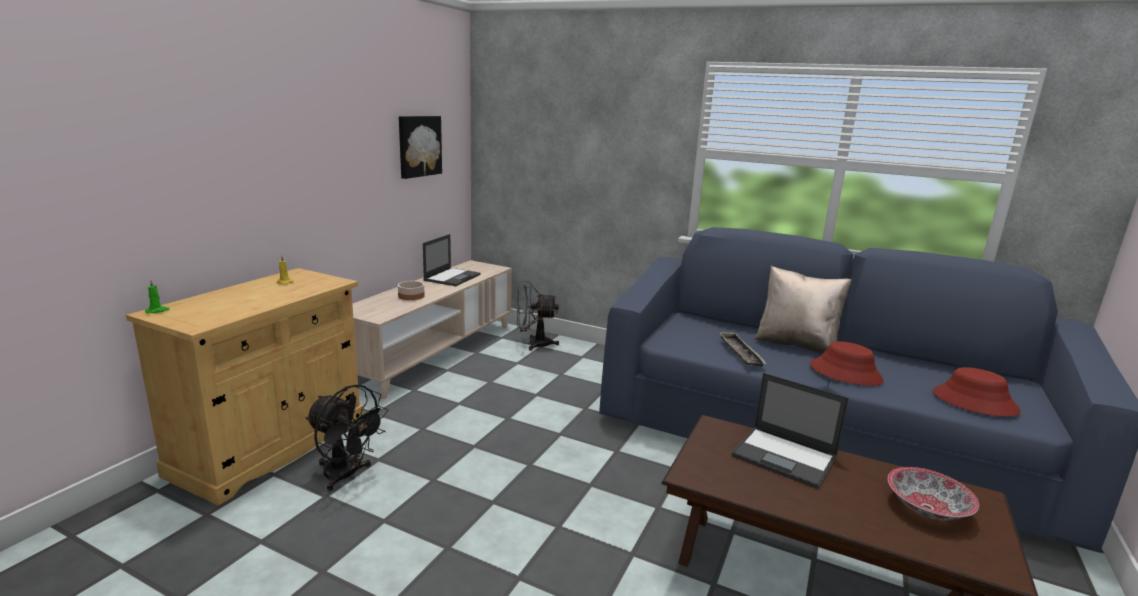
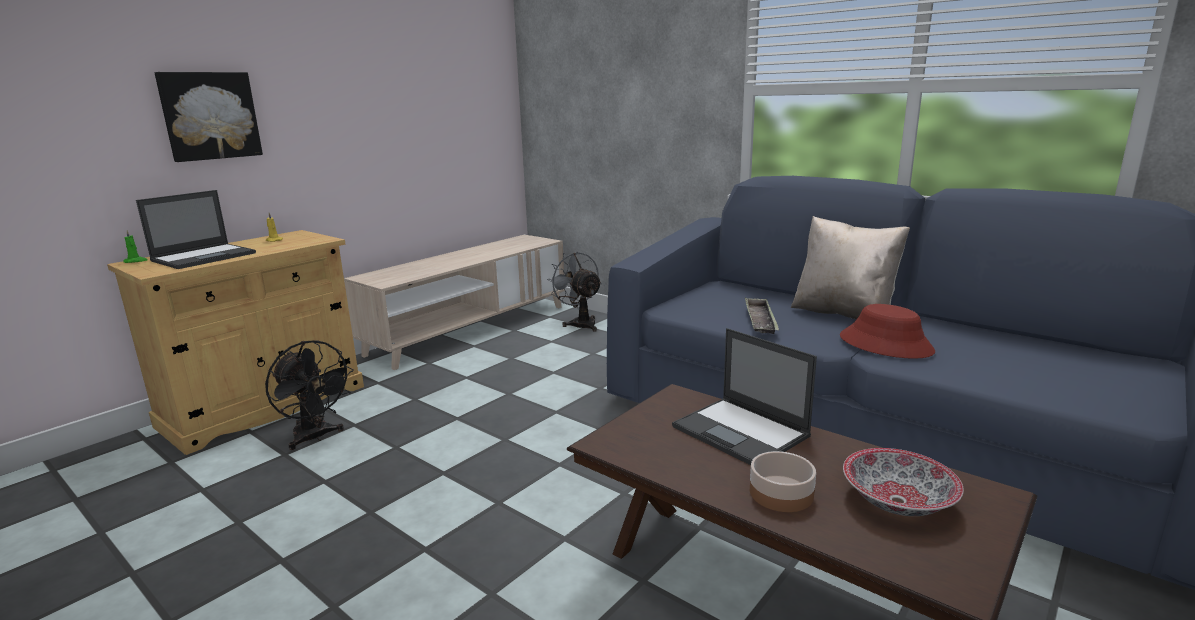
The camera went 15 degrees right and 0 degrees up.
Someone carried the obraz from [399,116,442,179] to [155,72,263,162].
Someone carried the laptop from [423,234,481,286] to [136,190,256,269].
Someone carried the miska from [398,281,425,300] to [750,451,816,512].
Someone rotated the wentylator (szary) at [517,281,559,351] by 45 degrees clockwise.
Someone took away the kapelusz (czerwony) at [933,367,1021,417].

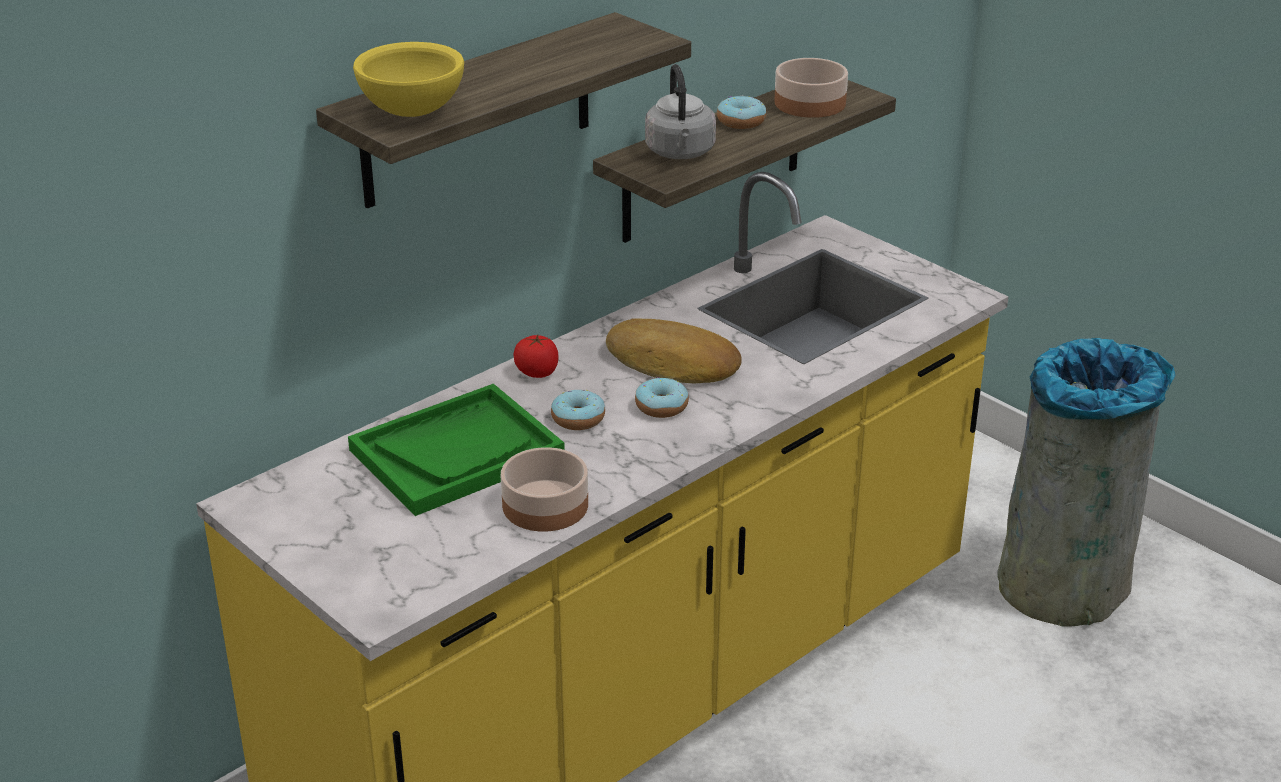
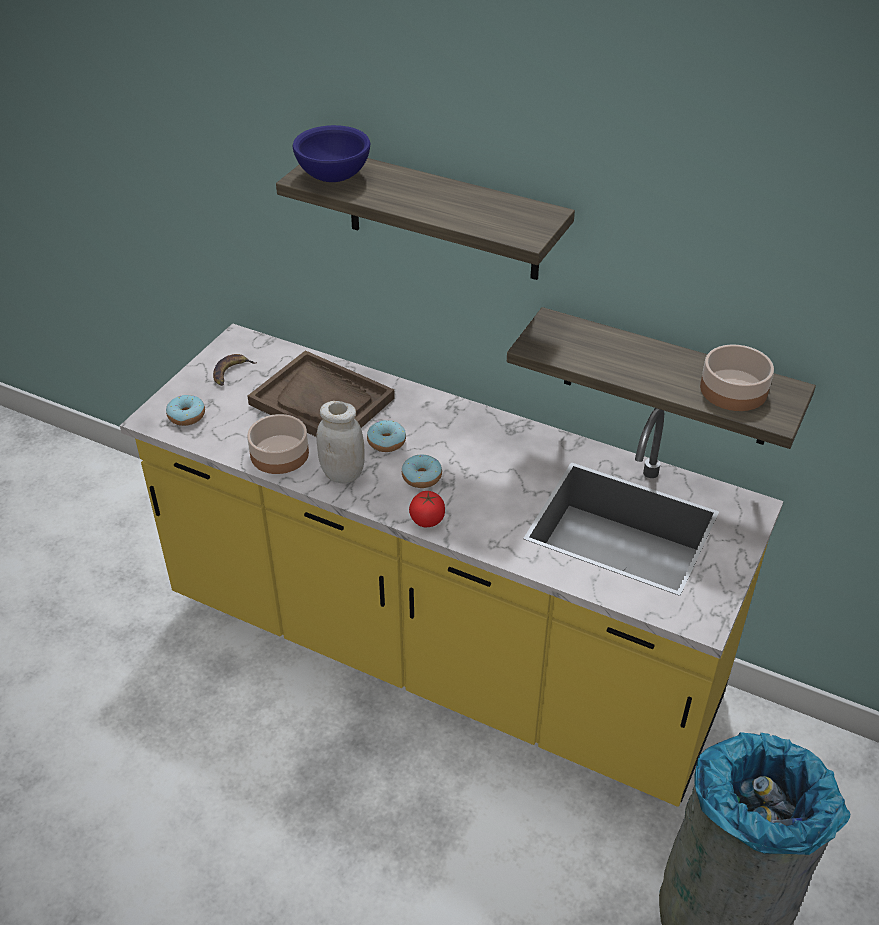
The camera went 70 degrees right and 10 degrees up.
Someone repainted the miska (żółty) at [353,42,464,117], which became the miska (niebieski) at [293,125,370,182].
Someone took away the czajnik (szary) at [645,64,716,159].
Someone carried the donut from [717,95,766,129] to [166,395,205,426].
Someone took away the chleb at [606,318,742,383].
Someone carried the pomidor from [513,335,559,378] to [409,491,445,527].
Someone repainted the taca (zielony) at [348,384,565,516], which became the taca (brązowy) at [248,350,395,437].
Someone put down the banan at [213,354,257,386].
Someone put down the słoik (biały) at [316,401,365,484].

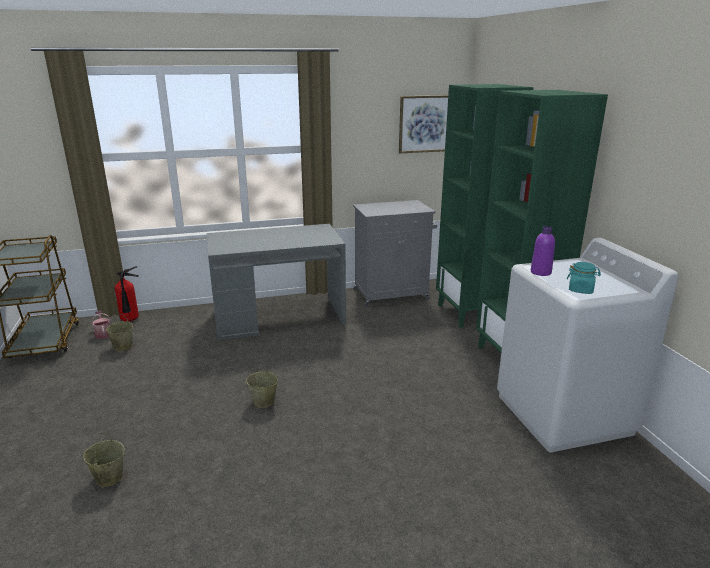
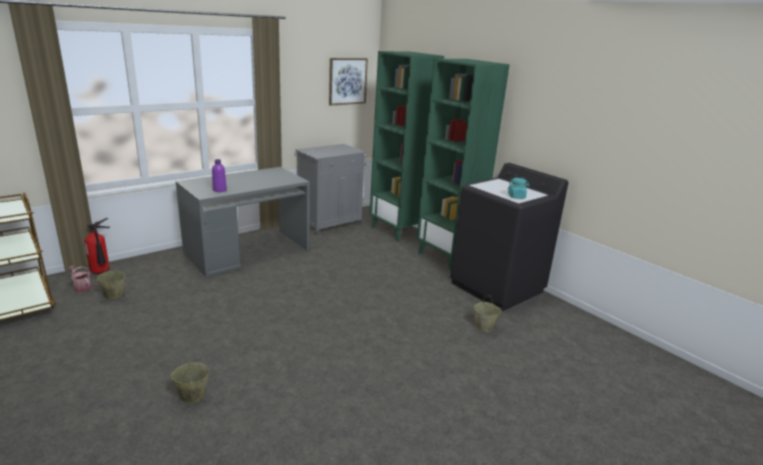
The camera went 25 degrees left and 0 degrees up.
Someone carried the butelka (fioletowy) from [531,226,555,276] to [212,159,227,192].
Someone repainted the pralka (biały) at [497,238,679,452], which became the pralka (czarny) at [450,163,568,311].
Someone carried the wiadro (beżowy) from [246,363,278,408] to [474,295,501,332].

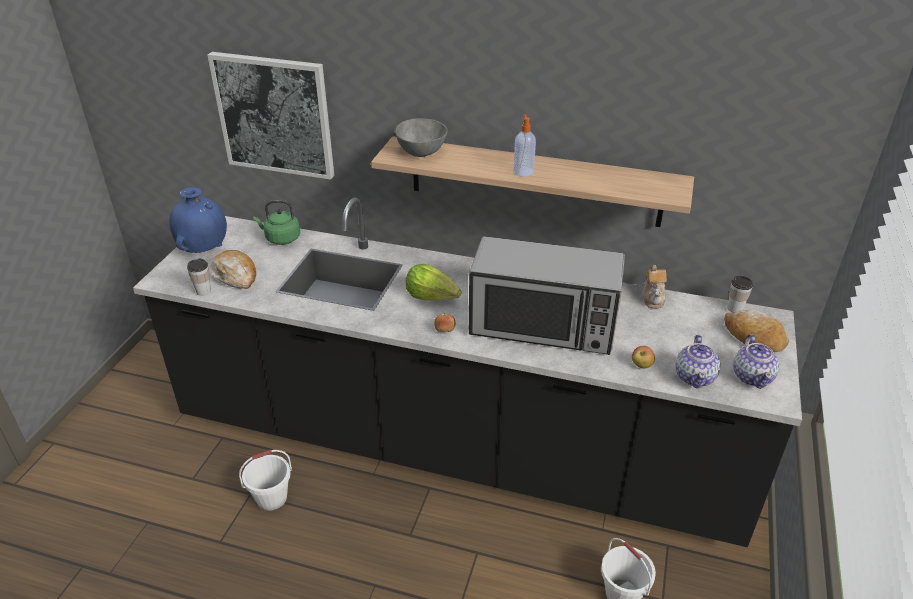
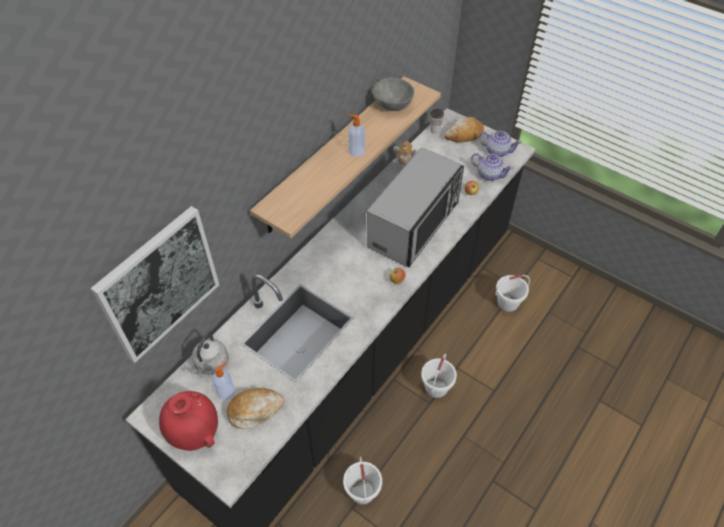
The camera went 70 degrees left and 15 degrees up.
Someone carried the miska (szary) from [395,118,448,157] to [373,78,414,111].
Someone repainted the wazon (niebieski) at [169,187,227,253], which became the wazon (czerwony) at [159,391,218,451].
Someone repainted the czajnik (zielony) at [253,200,300,245], which became the czajnik (szary) at [191,332,228,375].
Someone took away the filiżanka at [187,259,211,296].
Someone took away the sałata at [406,264,462,301].
Someone put down the wiadro (biały) at [421,353,457,398].
Someone put down the dozownik mydła at [213,362,235,400].

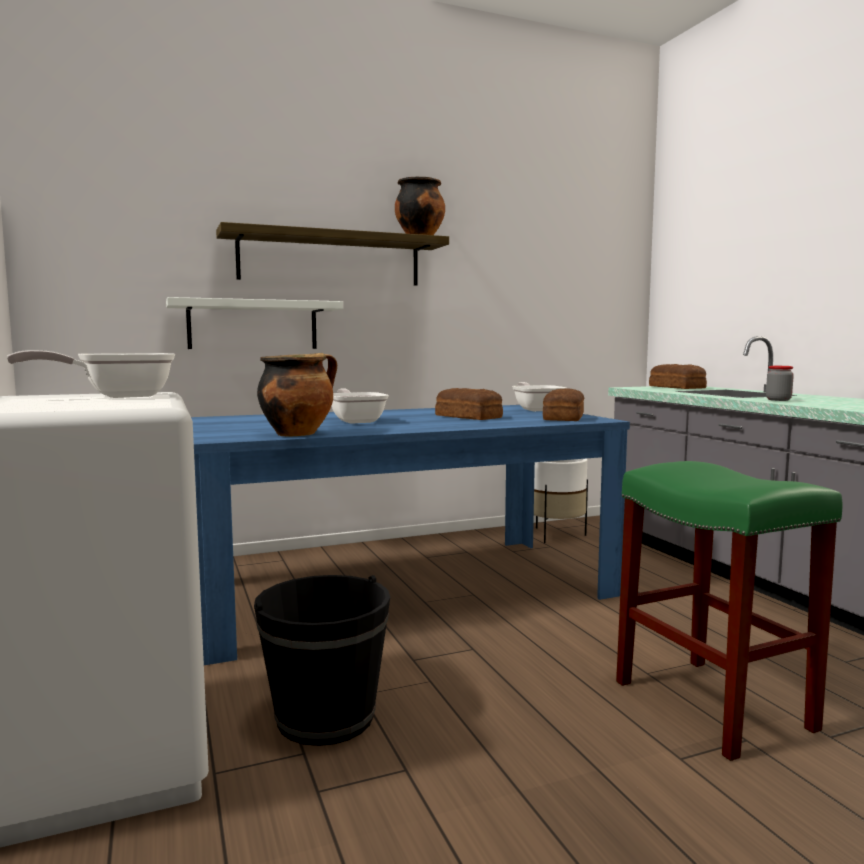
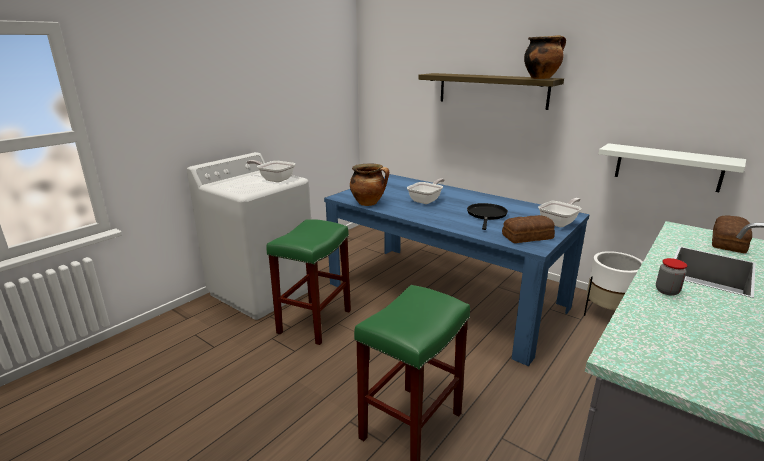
The camera went 60 degrees right and 15 degrees up.
Someone carried the półka (biały) from [166,297,343,349] to [599,143,746,192].
Someone swapped the chleb at [435,388,503,420] for the patelnia (czarny) at [467,203,508,230].
Someone swapped the wiadro (czarny) at [254,575,390,746] for the stołek (zielony) at [266,219,351,345].

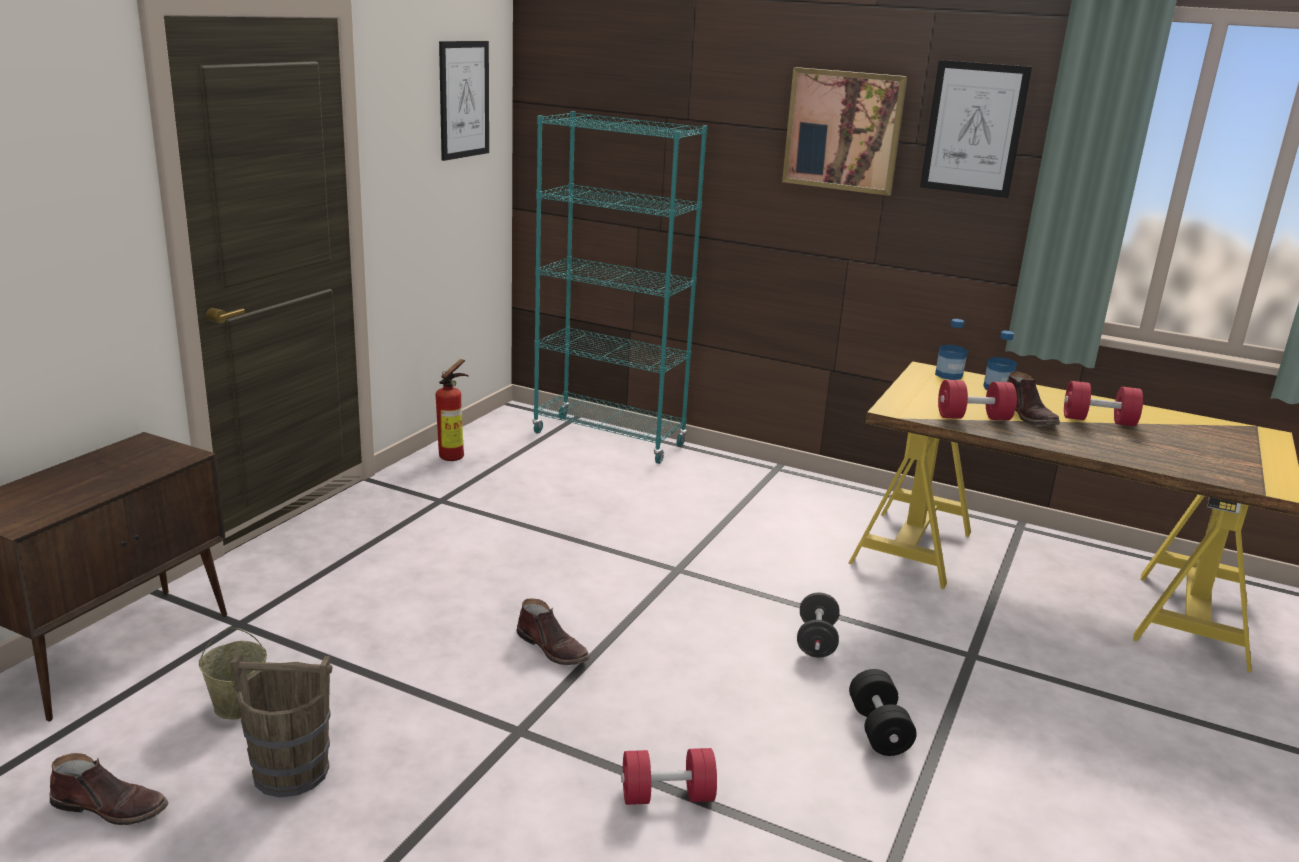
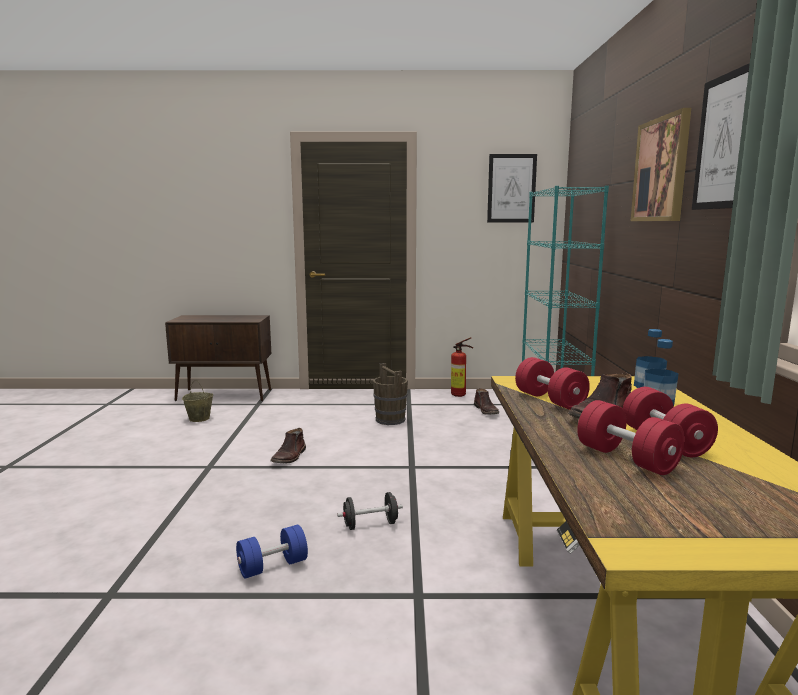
The camera went 65 degrees right and 10 degrees down.
Someone carried the wiadro (brązowy) from [230,652,332,797] to [373,363,408,425].
Someone repainted the hantel (czarny) at [849,669,917,756], which became the hantel (niebieski) at [236,525,308,579].
Someone carried the hantel (czerwony) from [621,748,717,805] to [577,400,685,475].
Someone carried the but z cholewką (brązowy) from [49,753,168,825] to [474,388,499,415].

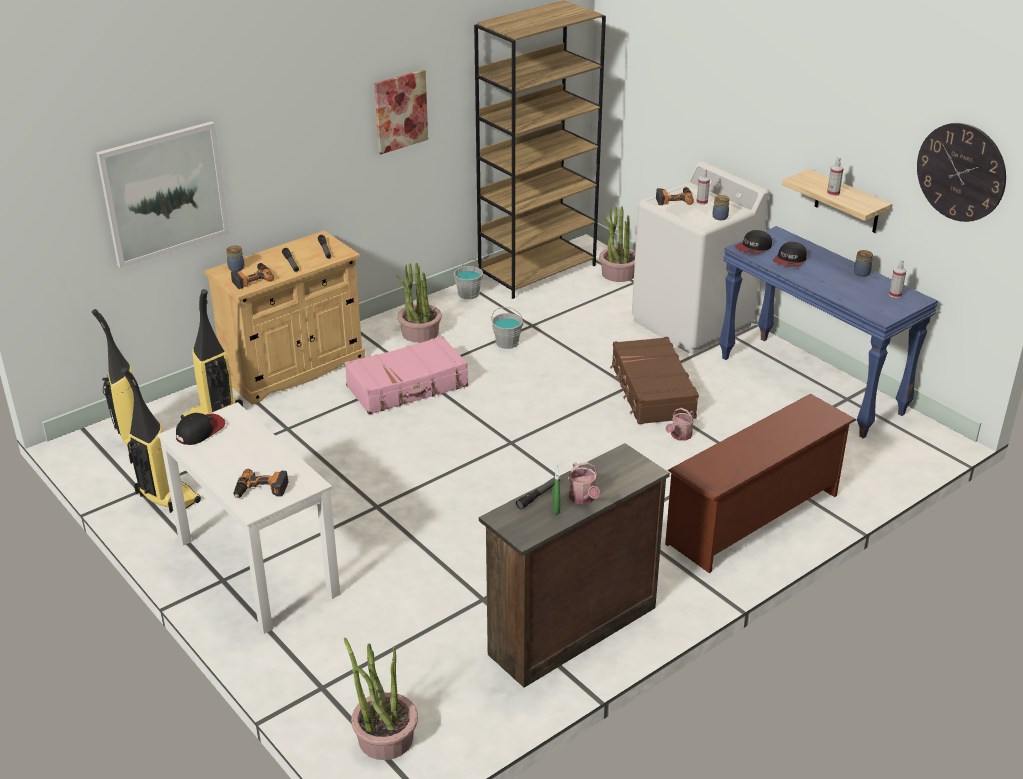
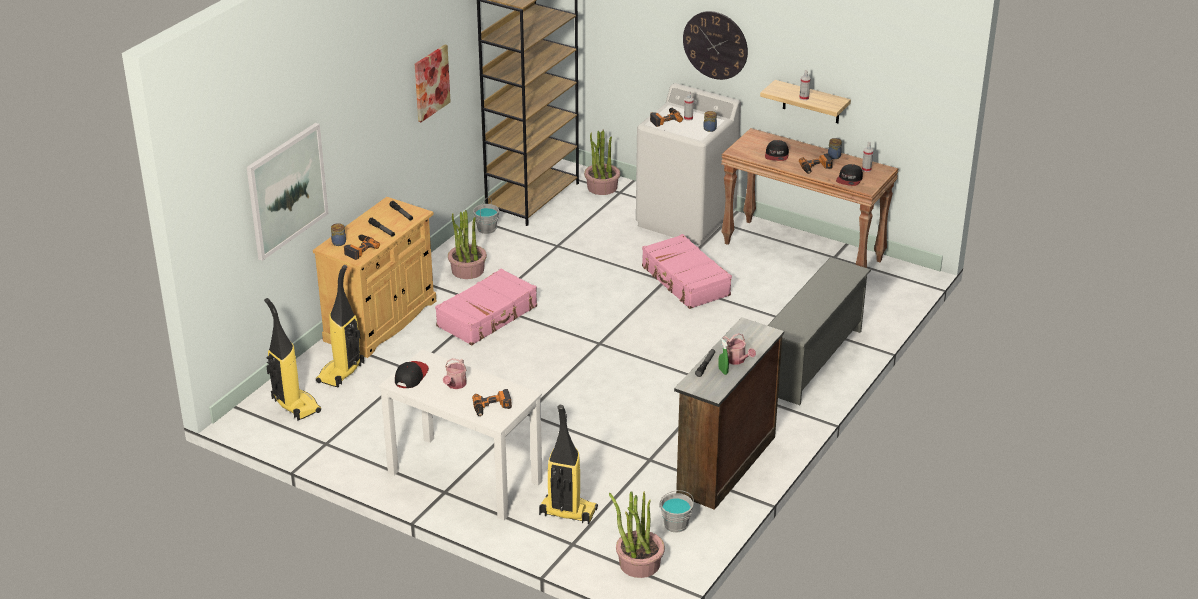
The camera went 20 degrees left and 0 degrees up.
Someone carried the zegar ścienny from [917,123,1006,222] to [683,11,748,80].
Someone repainted the stolik konsolowy (niebieski) at [719,226,938,438], which became the stolik konsolowy (brązowy) at [721,128,899,268].
Someone carried the czapka z daszkiem from [735,230,772,254] to [836,164,863,186].
Someone carried the wiadro (szary) from [491,307,523,349] to [659,490,694,533].
Someone repainted the walizka (brązowy) at [610,337,699,424], which became the walizka (różowy) at [642,234,732,309].
Someone carried the odkurzacz from [121,367,201,513] to [539,405,598,524].
Someone repainted the regał na buty (brązowy) at [665,394,856,573], which became the regał na buty (szary) at [767,257,871,405].
Someone carried the konewka from [666,408,694,441] to [443,358,467,389].
Someone put down the wiertarka at [799,154,833,174].

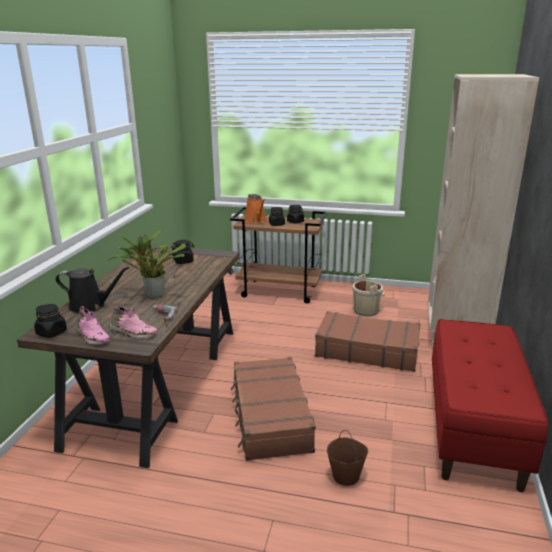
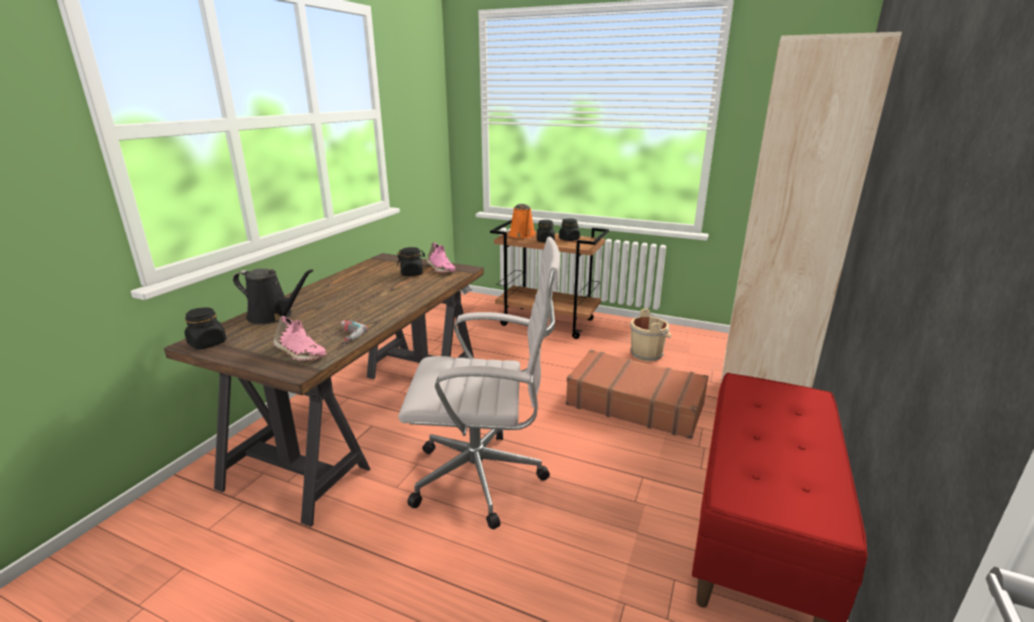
The camera went 10 degrees right and 0 degrees up.
Someone took away the roślina doniczkowa at [107,230,186,298].
Someone carried the but (różowy) from [75,306,110,344] to [427,242,456,272].
Someone swapped the walizka (brązowy) at [231,357,316,461] for the krzesło biurowe (biały) at [398,237,561,529].
Someone took away the wiadro (brązowy) at [327,430,368,486].

